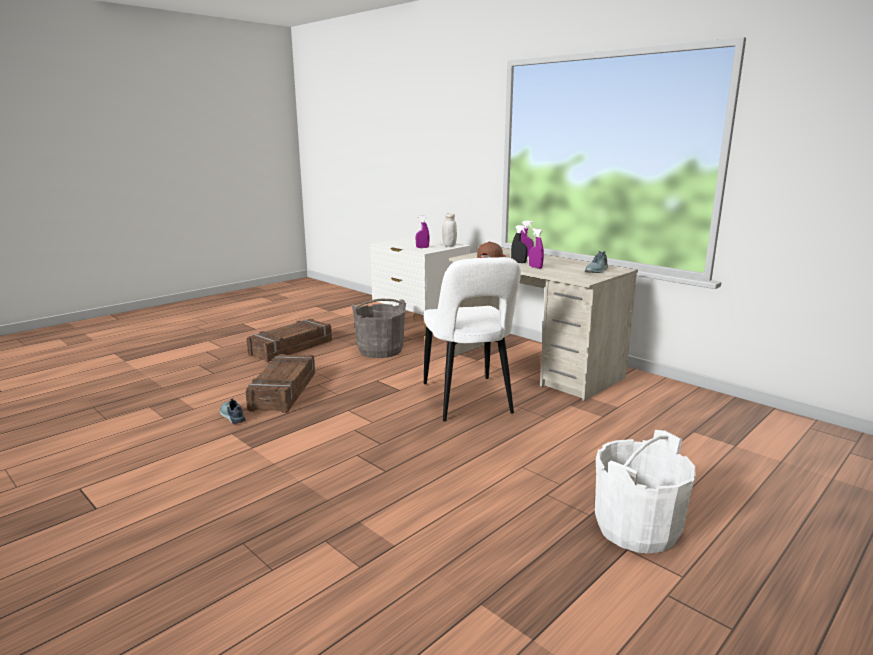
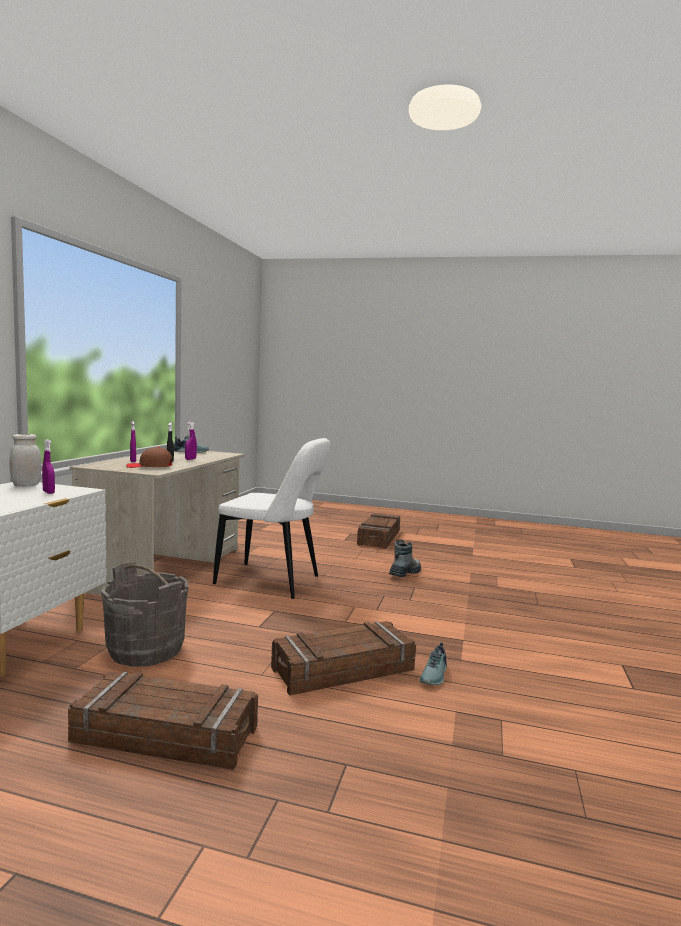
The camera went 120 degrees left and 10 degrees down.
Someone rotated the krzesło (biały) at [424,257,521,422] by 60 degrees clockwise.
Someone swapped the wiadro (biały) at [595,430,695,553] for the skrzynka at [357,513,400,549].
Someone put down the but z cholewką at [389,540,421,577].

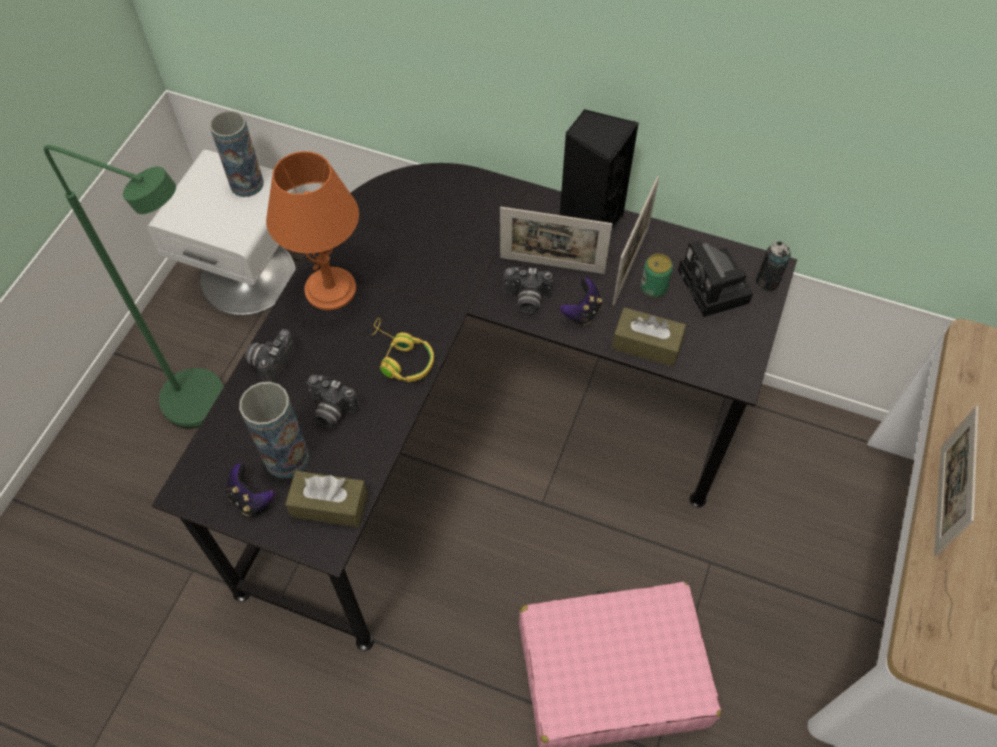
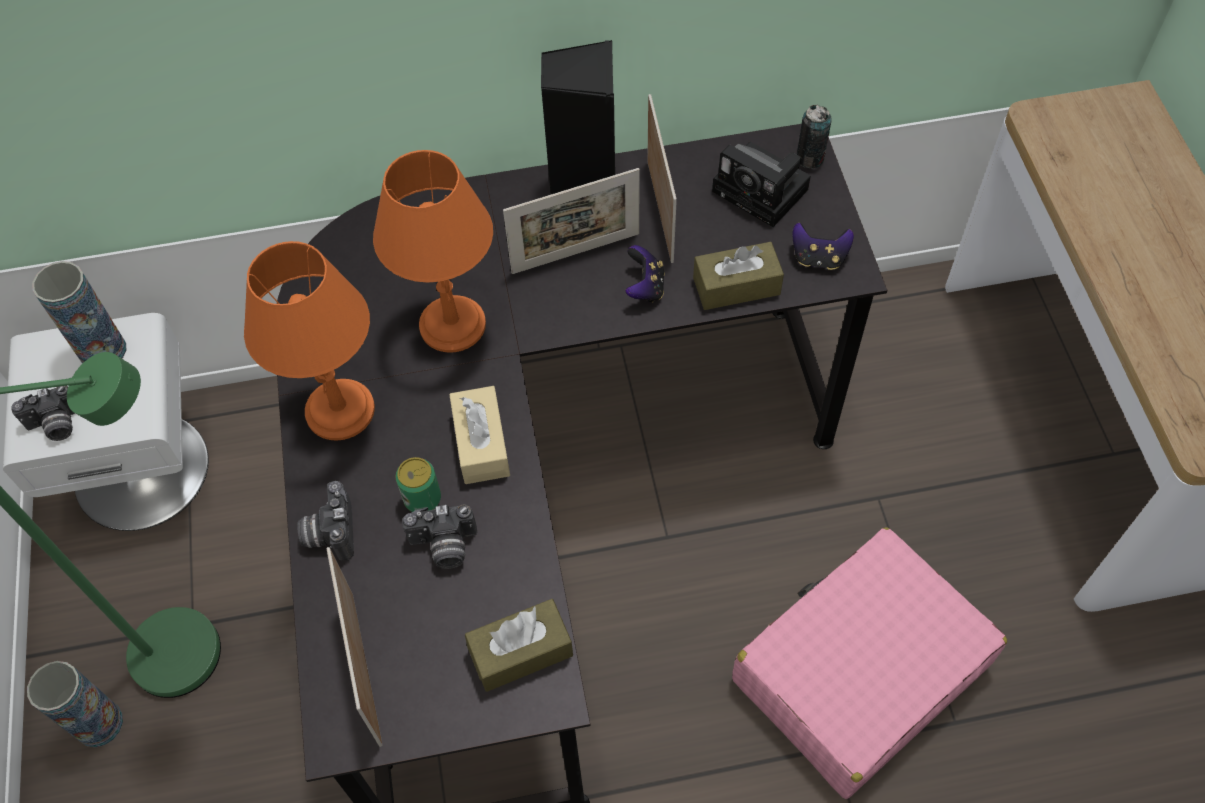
The camera went 30 degrees left and 0 degrees up.
Someone carried the puszka from [641,254,673,297] to [396,457,441,512].
Someone carried the aparat fotograficzny from [504,267,553,314] to [11,386,75,441].
Someone swapped the słuchawki (żółty) at [372,318,434,382] for the pudełko chusteczek (beżowy) at [449,386,510,484].
Someone carried the wazon from [239,382,309,478] to [27,661,123,748].
Someone carried the ramka na zdjęcie from [934,406,978,556] to [326,547,382,747].
Someone carried the pad do gier from [226,463,274,516] to [793,223,854,270].
Someone put down the lampa stołowa (pomarańczowy) at [373,150,493,353].

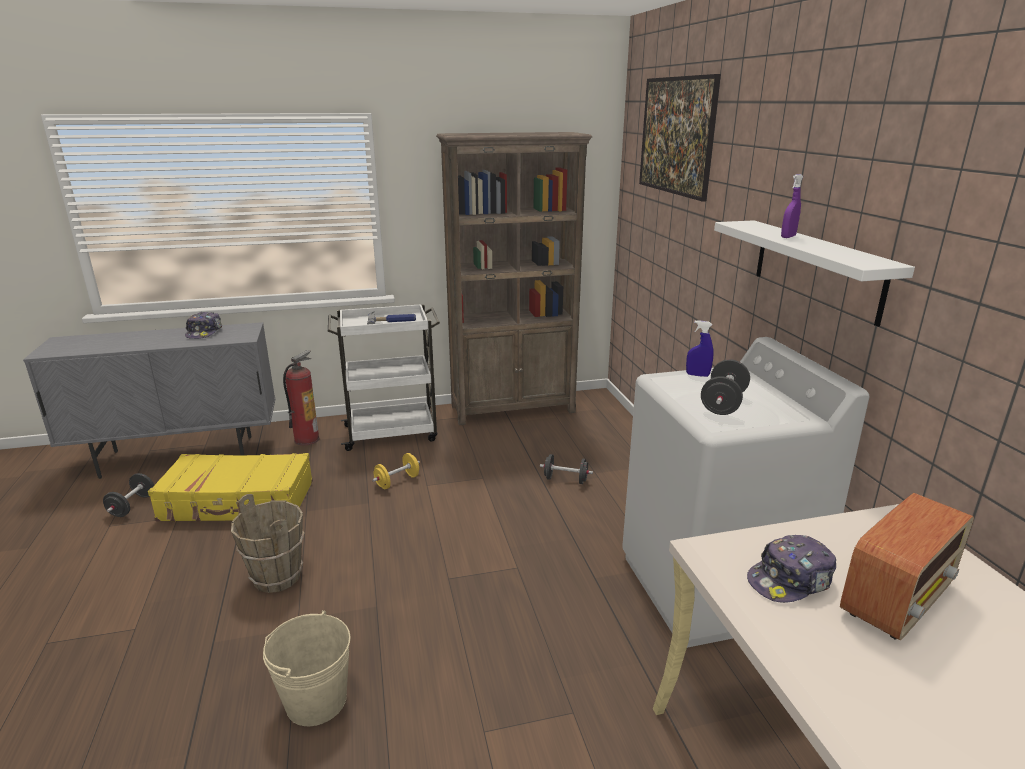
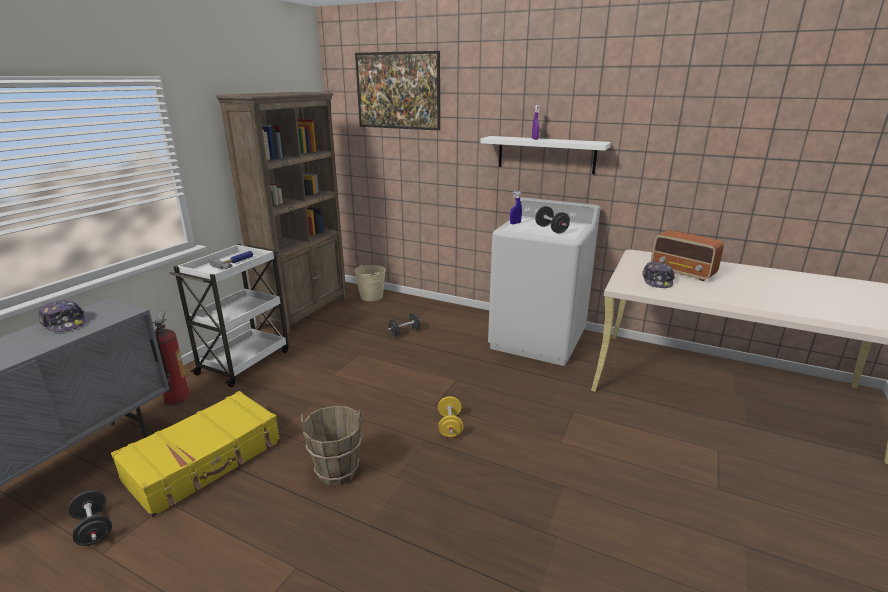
The camera went 50 degrees left and 0 degrees up.
Someone carried the hantel (żółty) from [372,453,420,489] to [438,396,463,437].
Someone rotated the radio at [840,493,974,640] by 135 degrees clockwise.
Someone carried the wiadro (beżowy) from [263,610,351,726] to [354,264,386,301].

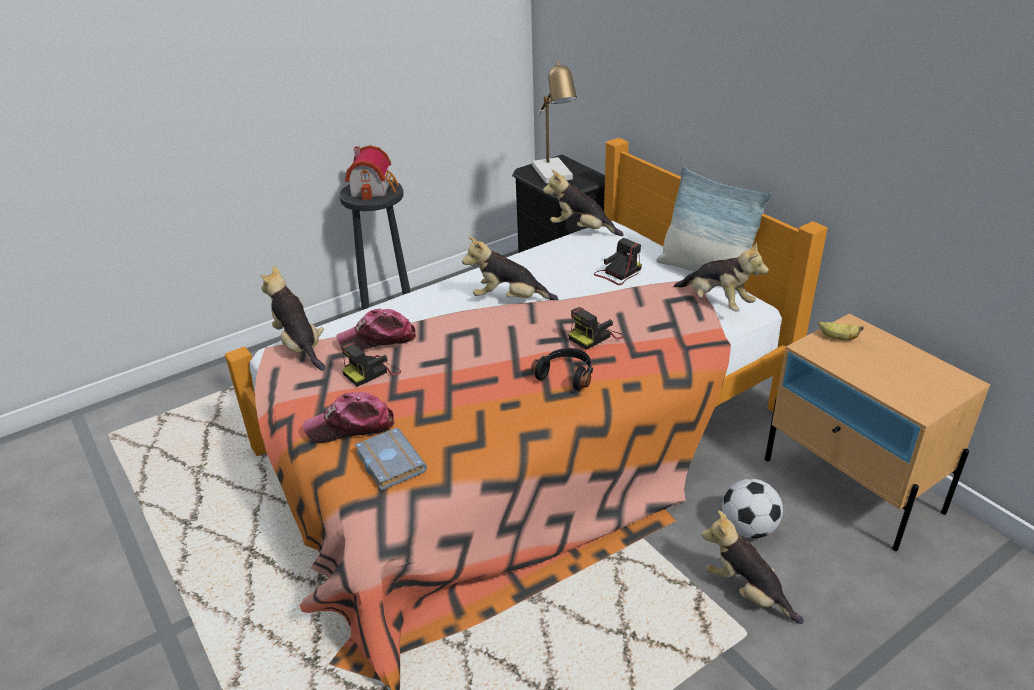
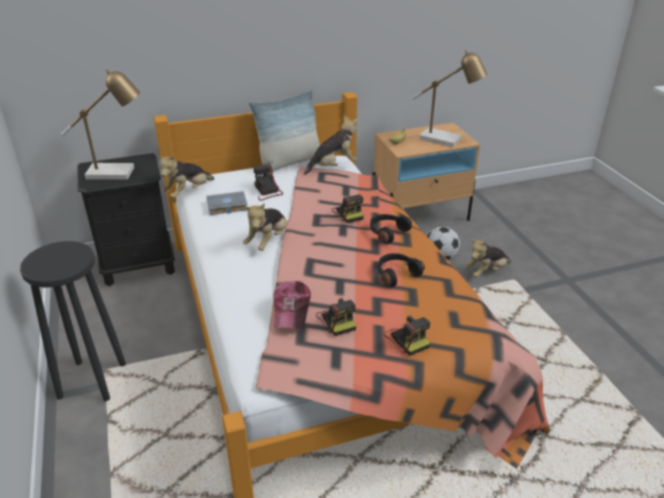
The camera went 75 degrees left and 0 degrees up.
Someone took away the domek at [345,145,399,200].
Someone took away the pluszak at [261,266,326,371].
Someone swapped the czapka z daszkiem at [303,392,395,443] for the aparat fotograficzny at [384,315,430,356].
Someone carried the książka (szary) from [355,428,427,491] to [207,191,247,215].
Someone put down the lampa stołowa at [412,50,487,147].
Someone put down the słuchawki (czarny) at [378,253,425,287].

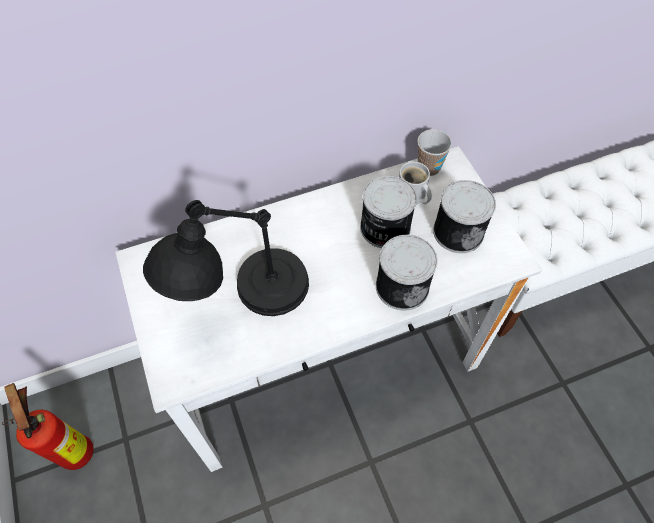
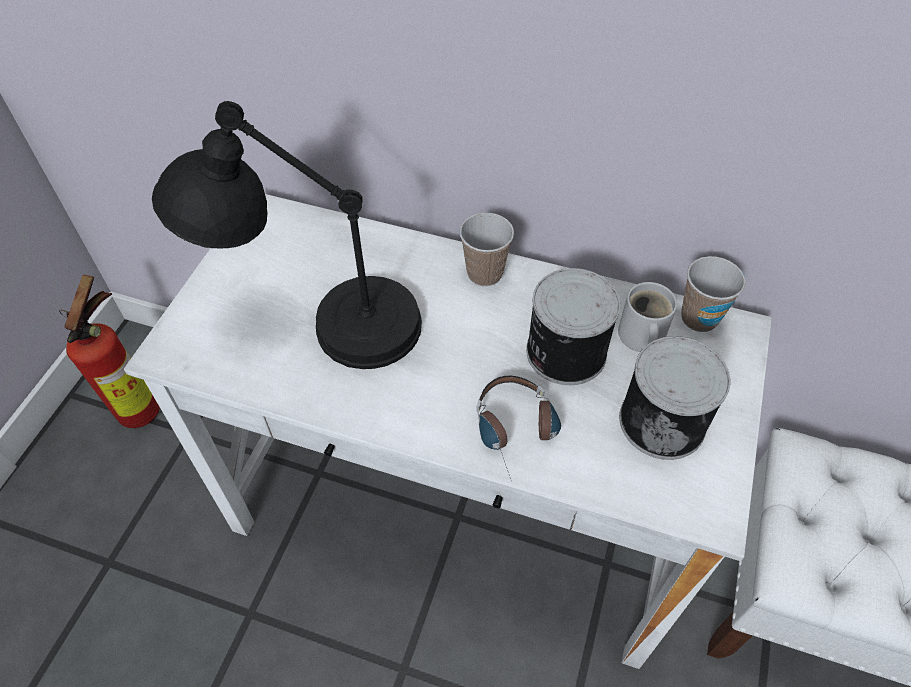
The camera went 40 degrees right and 5 degrees down.
Someone swapped the puszka at [376,235,438,310] for the słuchawki at [476,376,561,482].
Someone put down the filiżanka at [460,213,514,286].

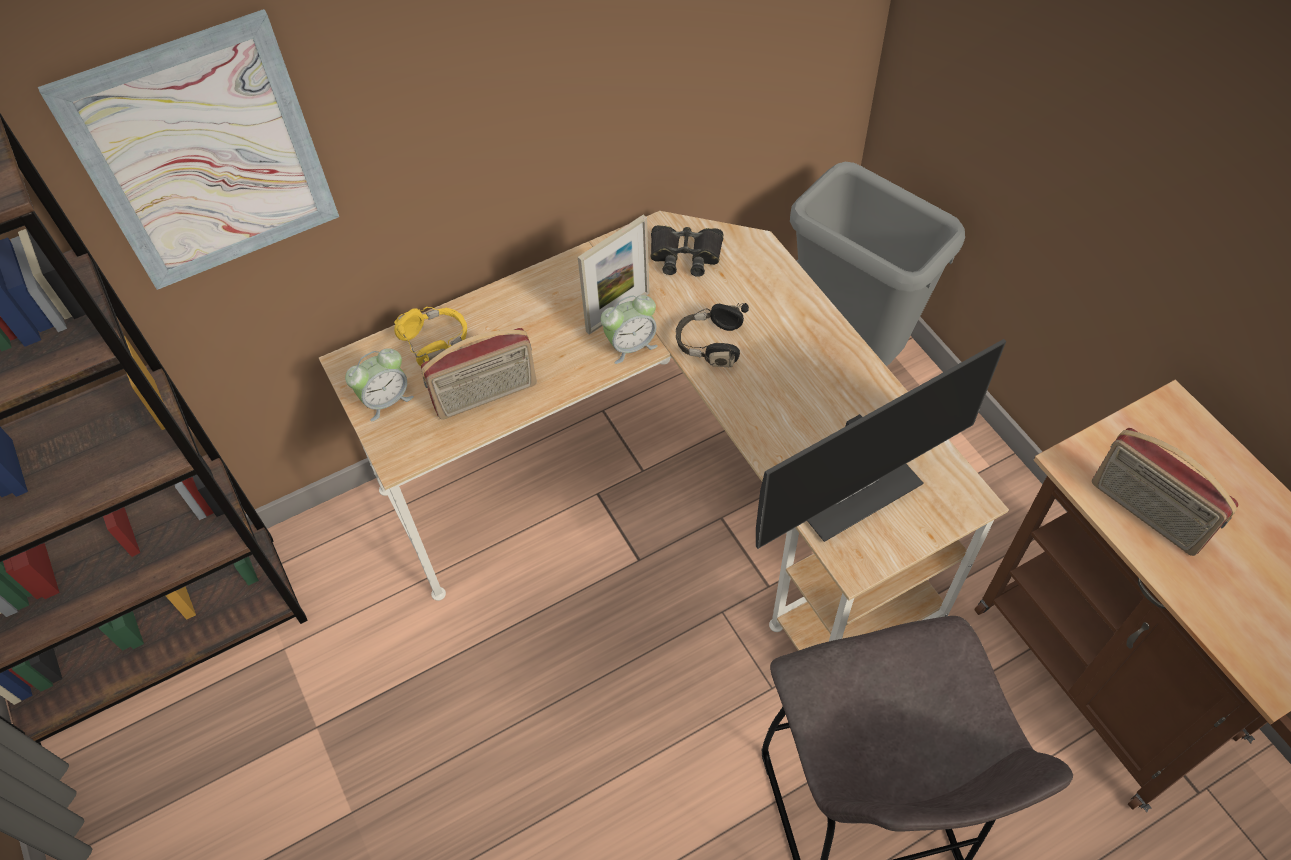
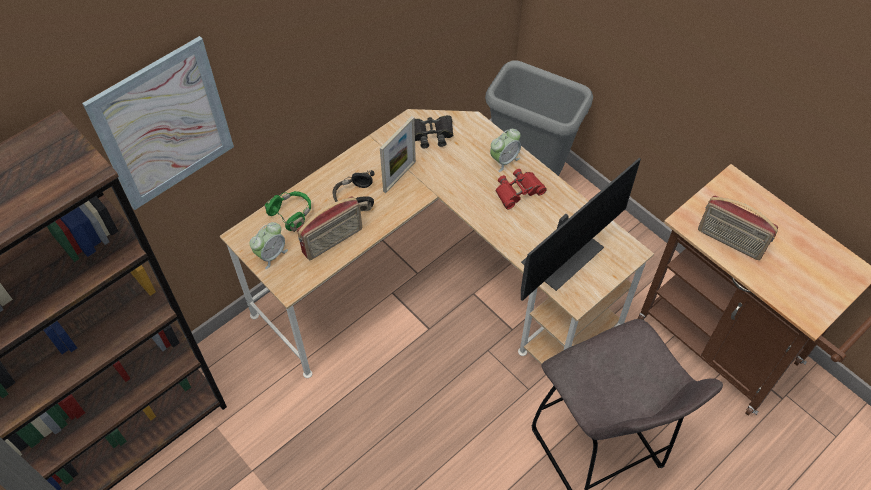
The camera went 15 degrees left and 0 degrees up.
Someone carried the budzik from [601,295,658,364] to [490,129,521,172].
Someone carried the słuchawki (czarny) from [676,303,749,367] to [332,170,375,211].
Someone repainted the słuchawki (żółty) at [394,307,467,366], which became the słuchawki (zielony) at [265,191,311,232].
Someone put down the lornetka (czerwony) at [495,169,547,209].

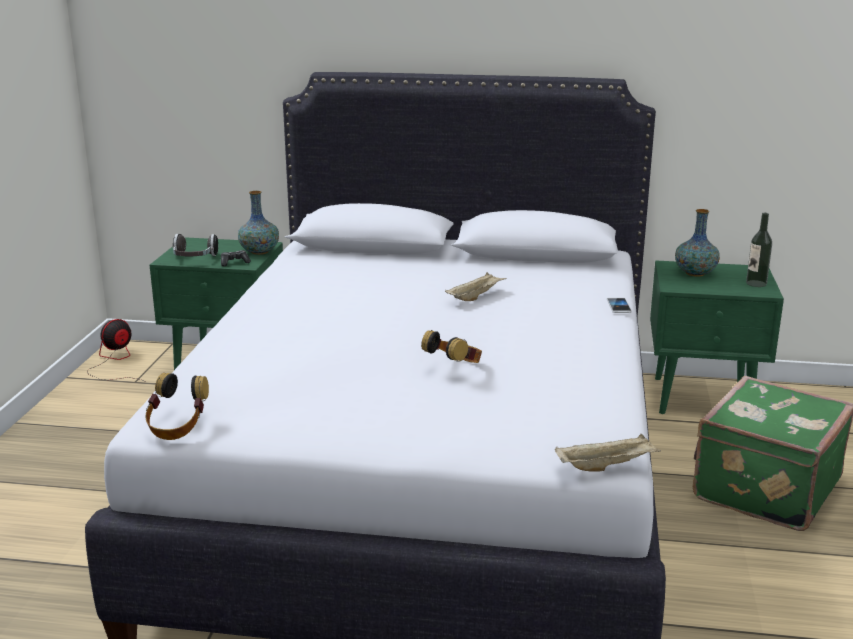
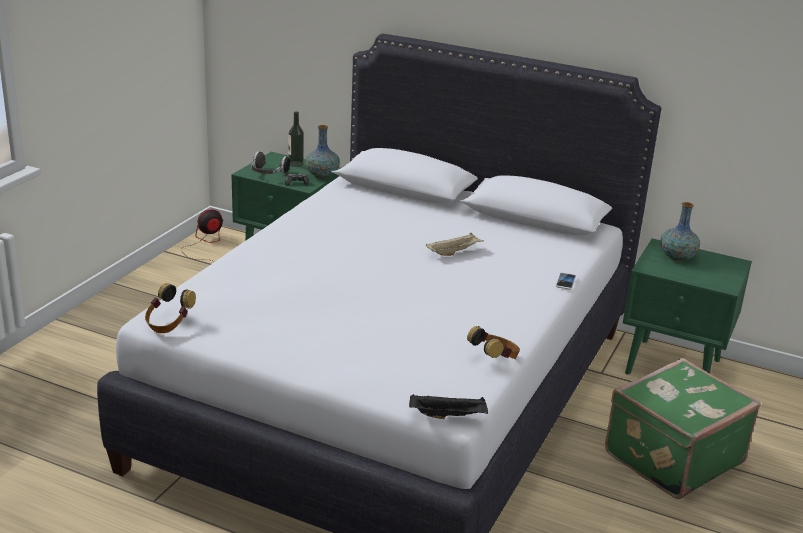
The camera went 15 degrees right and 5 degrees up.
Someone carried the butelka from [746,213,772,287] to [289,111,304,167].
Someone carried the słuchawki from [421,330,482,363] to [467,326,520,359].
Someone repainted the taca (beżowy) at [555,434,661,472], which became the taca (czarny) at [409,394,488,419].

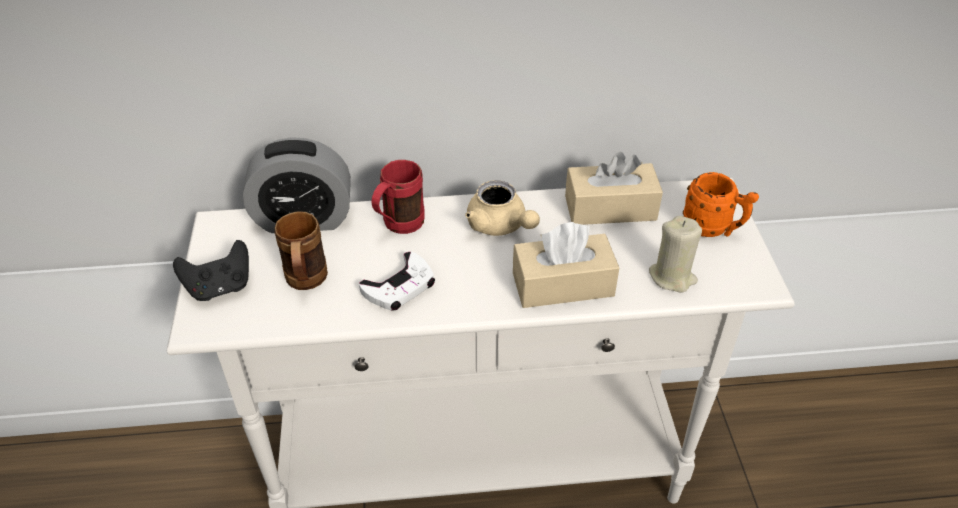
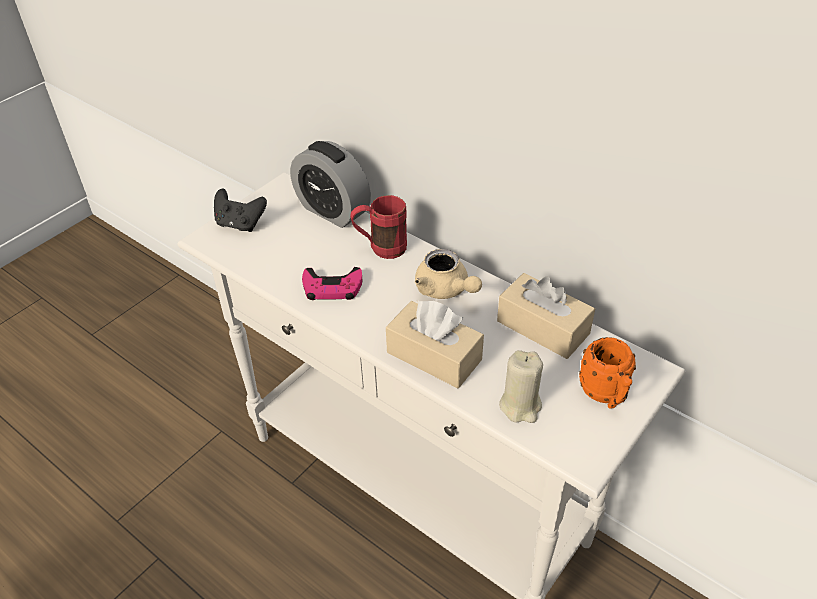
The camera went 45 degrees right and 0 degrees up.
Someone rotated the imbryk (beżowy) at [465,180,540,236] by 45 degrees counterclockwise.
Someone took away the kubek (brązowy) at [274,211,328,290].
Someone repainted the pad do gier (biały) at [359,252,435,311], which became the pad do gier (różowy) at [302,267,363,300].

